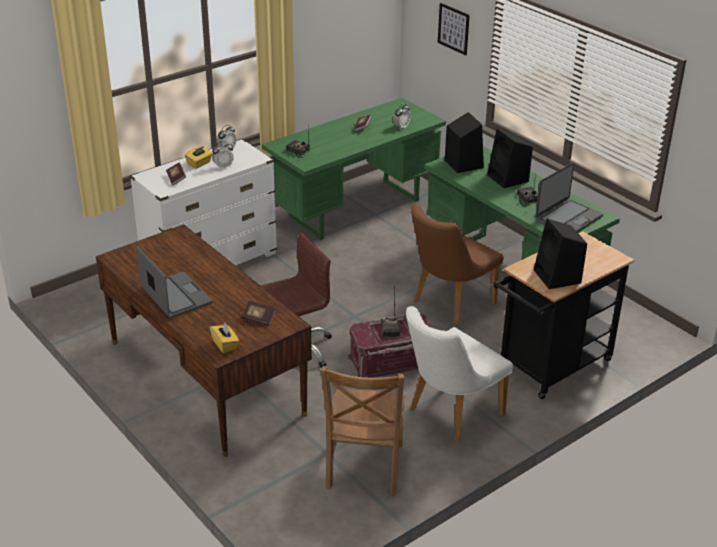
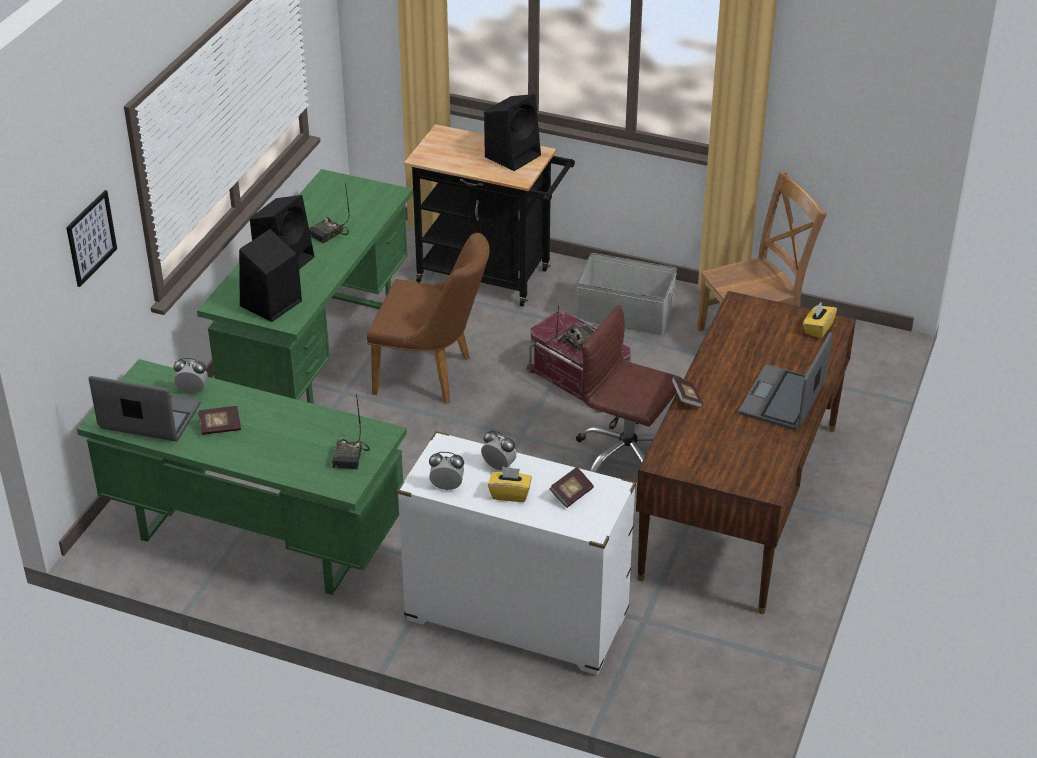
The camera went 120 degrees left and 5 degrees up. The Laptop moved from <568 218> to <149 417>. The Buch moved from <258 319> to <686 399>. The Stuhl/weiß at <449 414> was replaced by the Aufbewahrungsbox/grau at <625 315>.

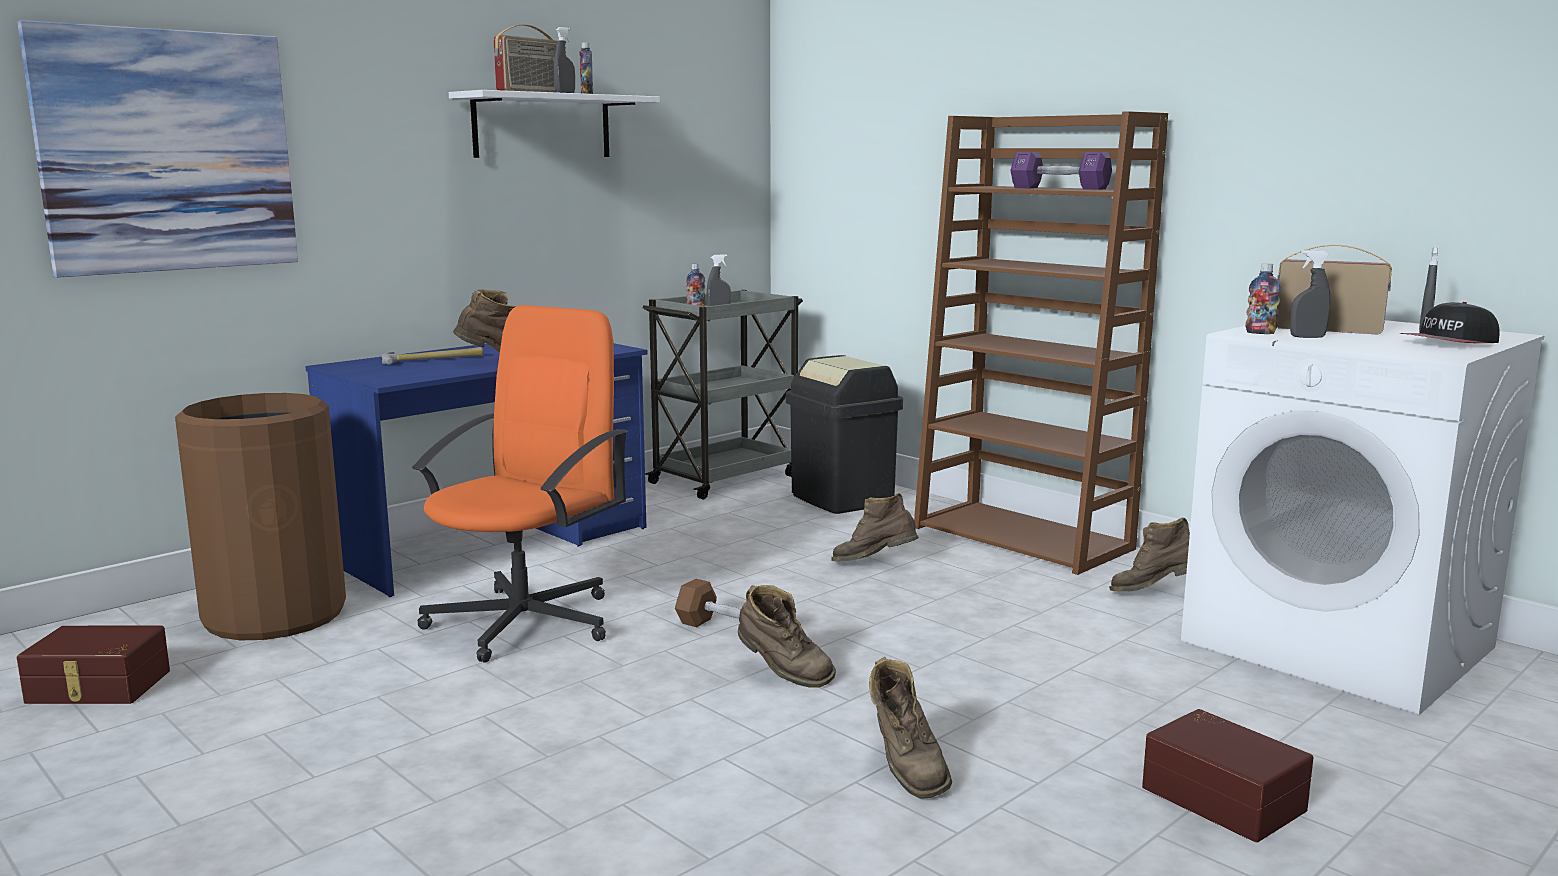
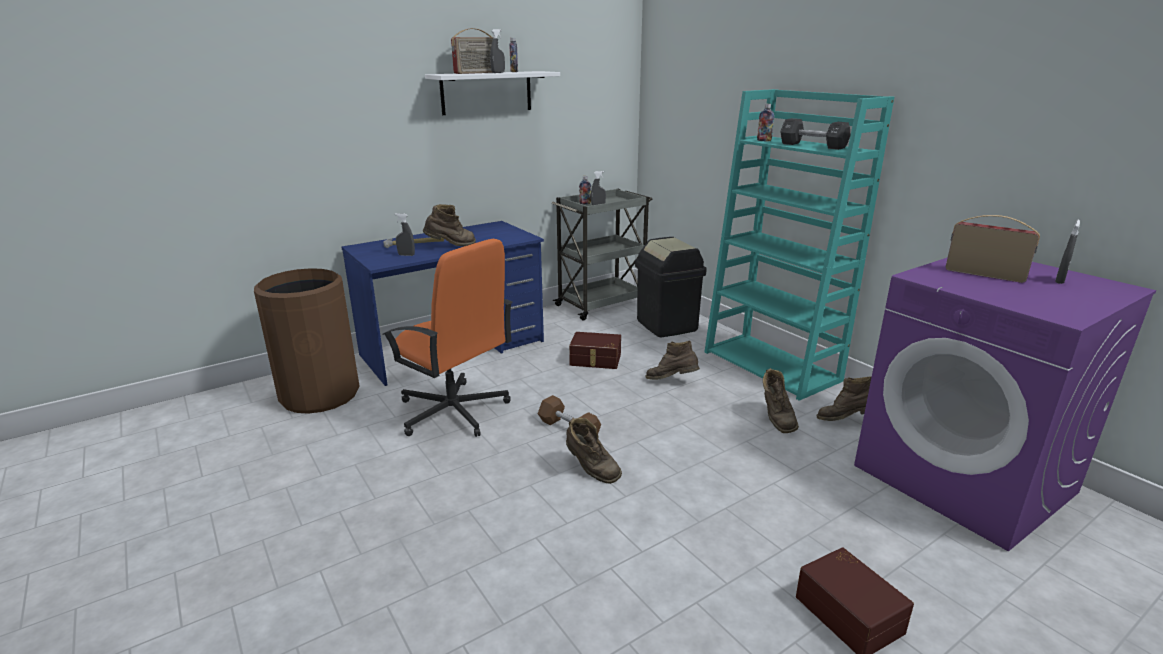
The camera went 10 degrees right and 10 degrees up. The Bild at <167 151> disappeared. The Bücherregal/braun at <1024 538> became the Bücherregal/türkis at <772 366>. The Hantel/lila at <1059 188> became the Hantel/schwarz at <812 146>. The Sprühflasche/grau moved from <1307 337> to <406 255>. The Flasche moved from <1260 333> to <764 140>. The Kappe at <1449 343> disappeared. The Bürostuhl/orange at <525 622> turned 90 degrees clockwise. The Waschmaschine/weiß at <1339 644> became the Waschmaschine/lila at <964 479>. The Aufbewahrungsbox/braun moved from <97 688> to <595 360>. The Stiefel/braun moved from <906 770> to <776 419>.

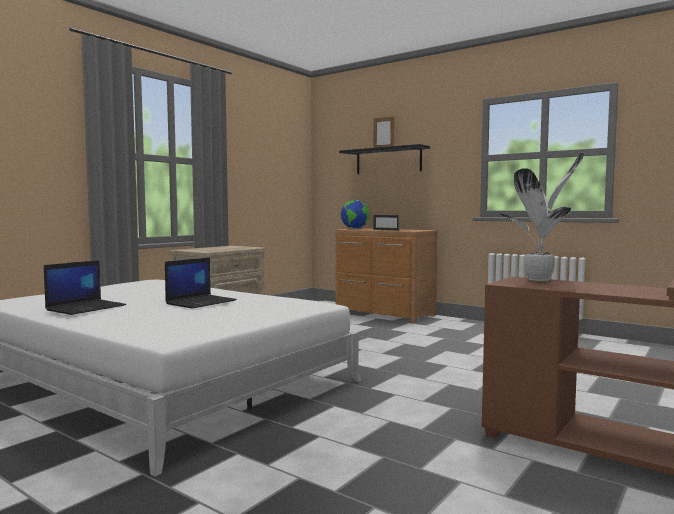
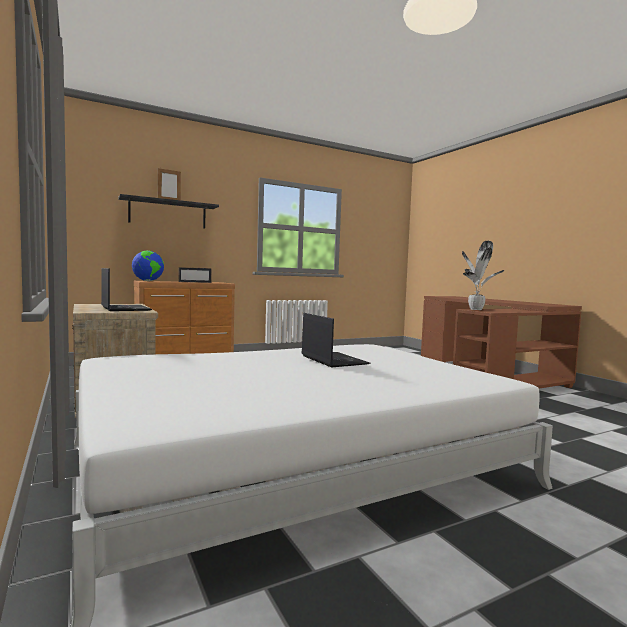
The camera went 65 degrees left and 0 degrees up. The Laptop moved from <86 307> to <124 308>.

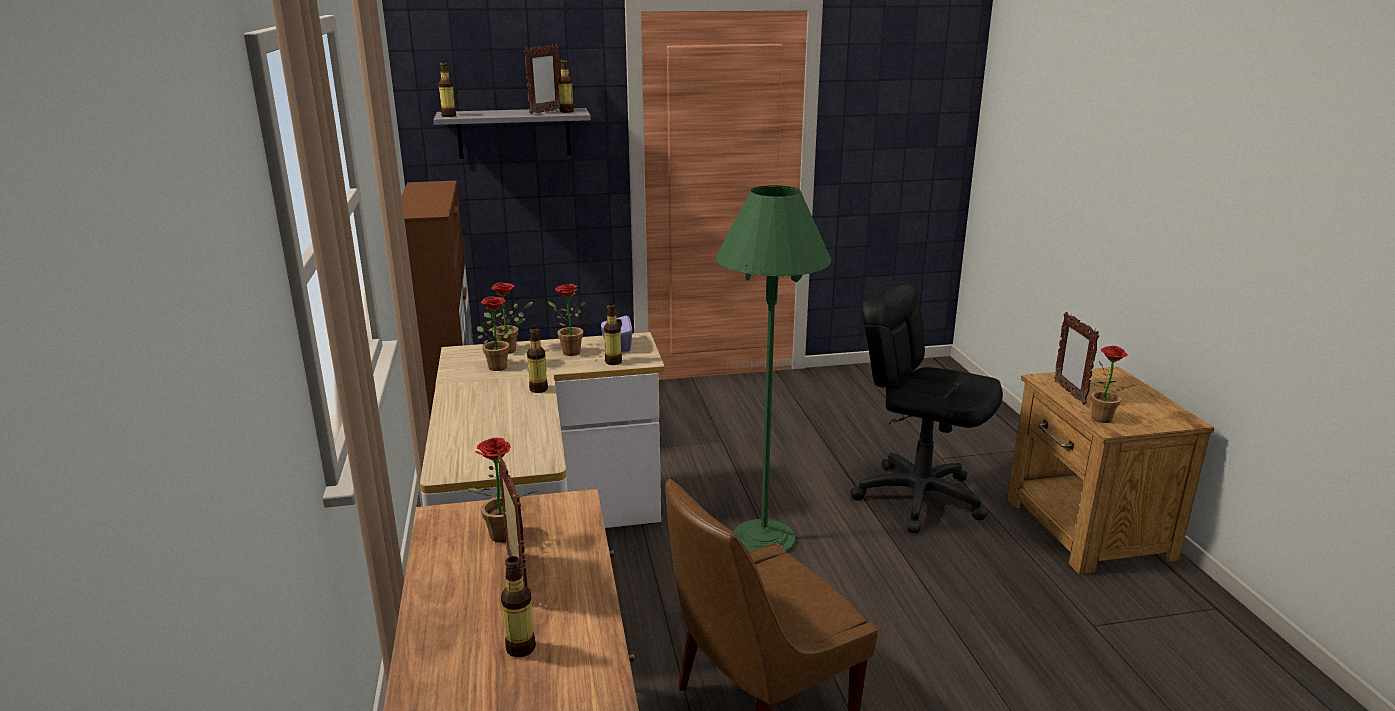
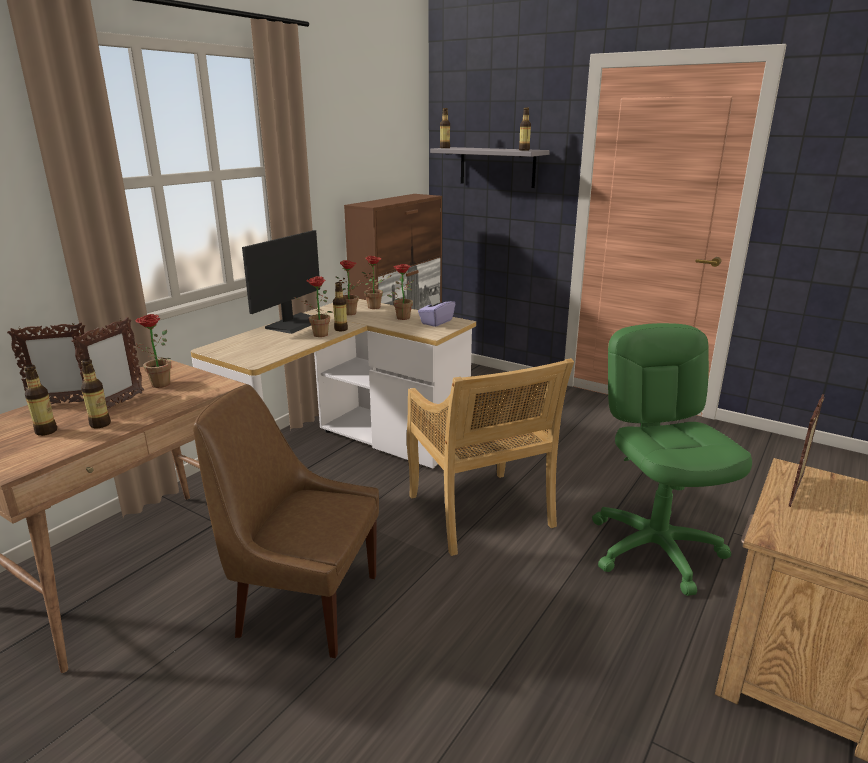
The camera went 45 degrees right and 0 degrees up. The Bilderrahmen moved from <545 112> to <65 403>. The Stehlampe/grün at <764 540> was replaced by the Stuhl/beige at <480 513>. The Bürostuhl/schwarz at <918 498> became the Bürostuhl/grün at <655 549>. The Flasche moved from <613 362> to <100 424>. The Topfpflanze moved from <1102 420> to <317 335>. The Monitor at <295 323> appeared.

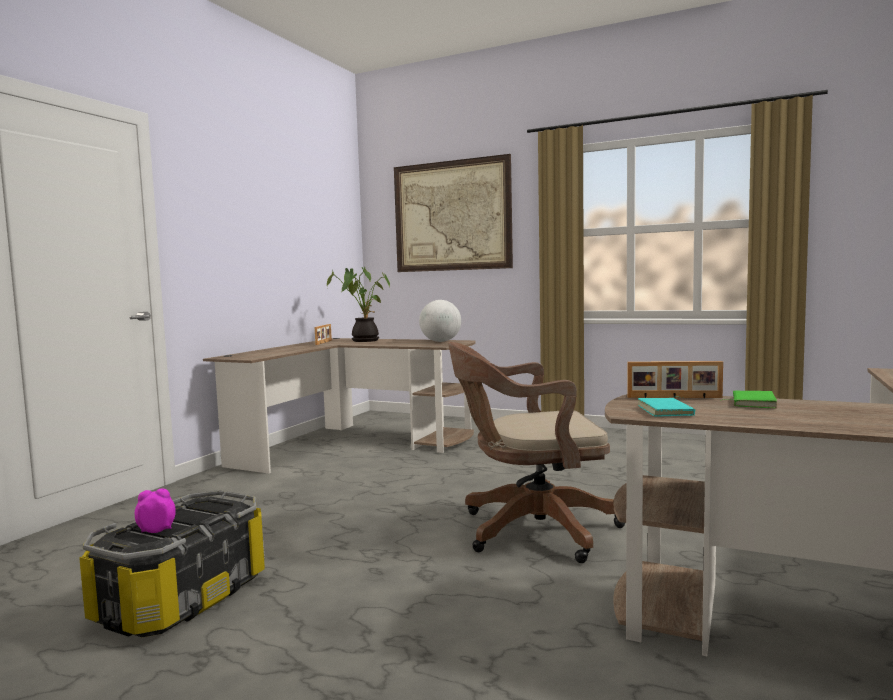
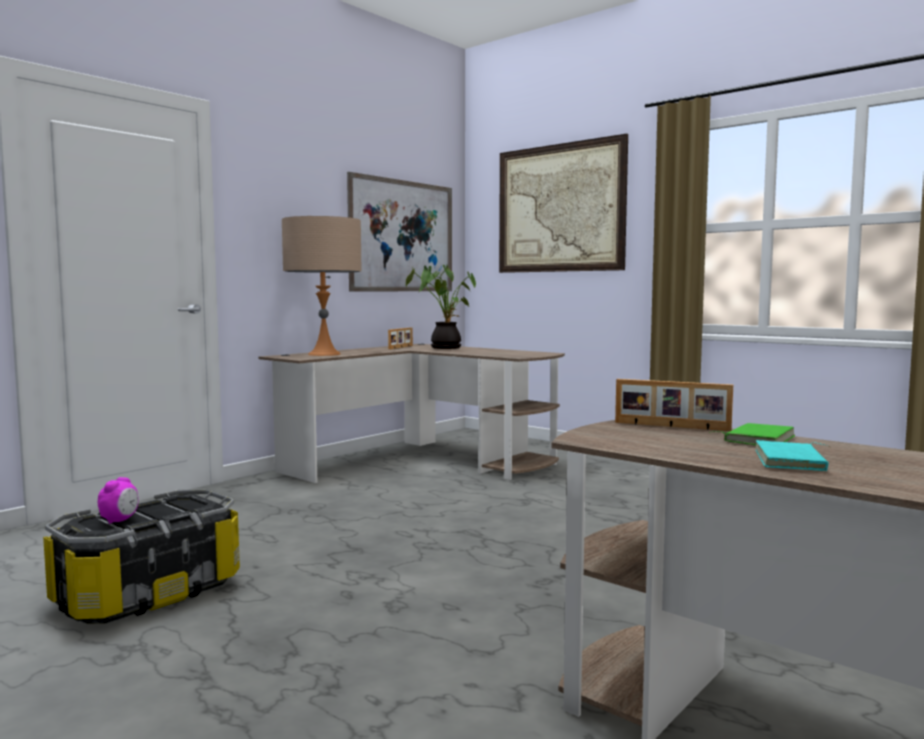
The camera went 15 degrees right and 0 degrees up. The Globus at <441 341> disappeared. The Bürostuhl/braun at <530 530> disappeared. The Buch/türkis moved from <667 411> to <792 461>. The Wecker at <156 530> turned 105 degrees clockwise. The Bild at <402 236> appeared. The Tischlampe/beige at <324 354> appeared.

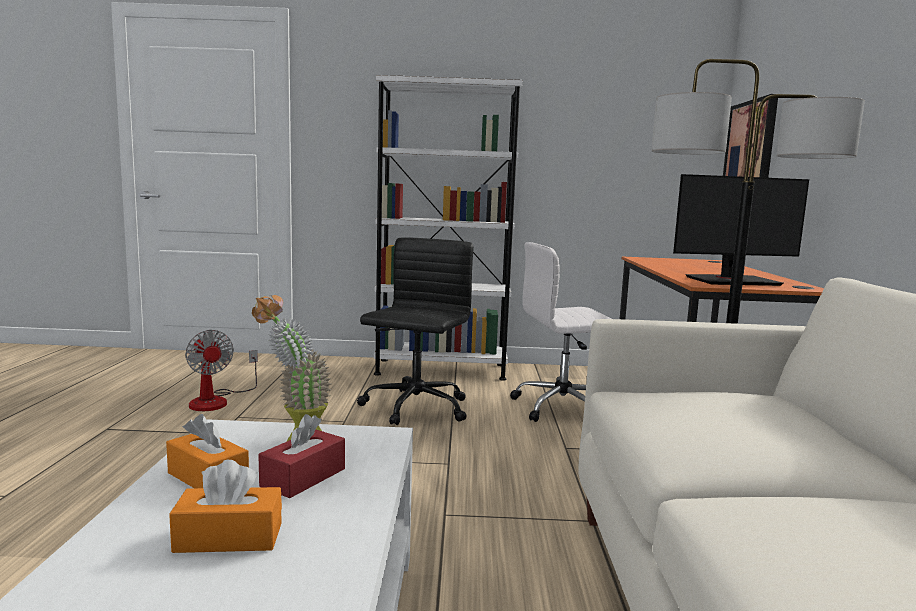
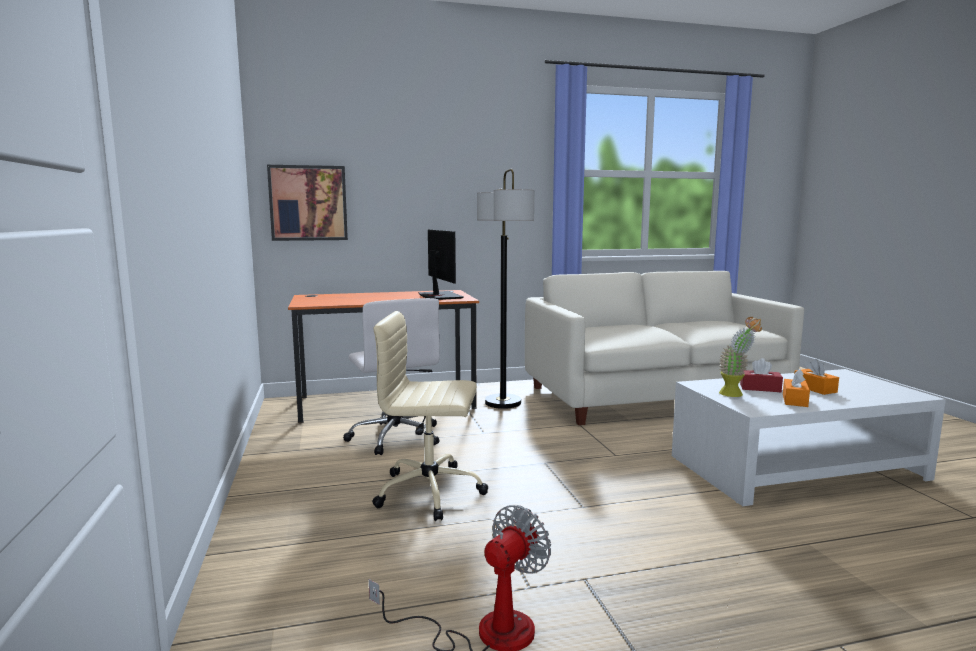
The camera went 105 degrees left and 0 degrees up. The Bücherregal/weiß at <441 369> disappeared. The Bürostuhl/schwarz at <414 408> became the Bürostuhl/beige at <432 492>.

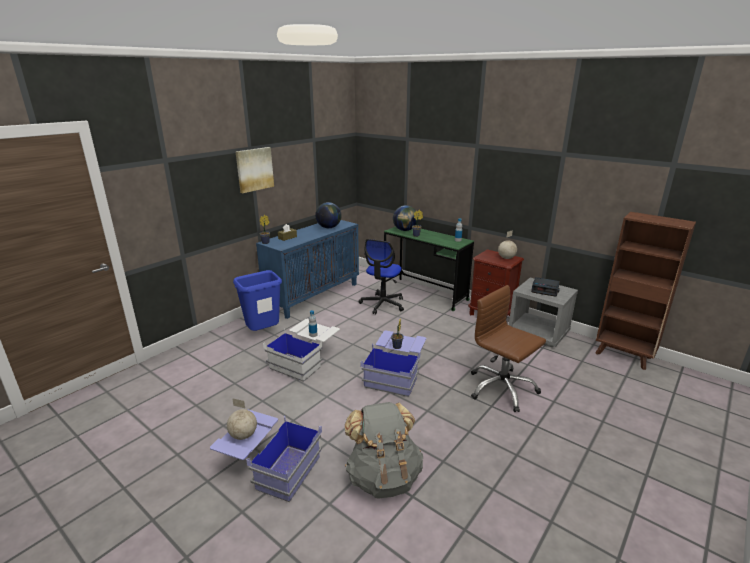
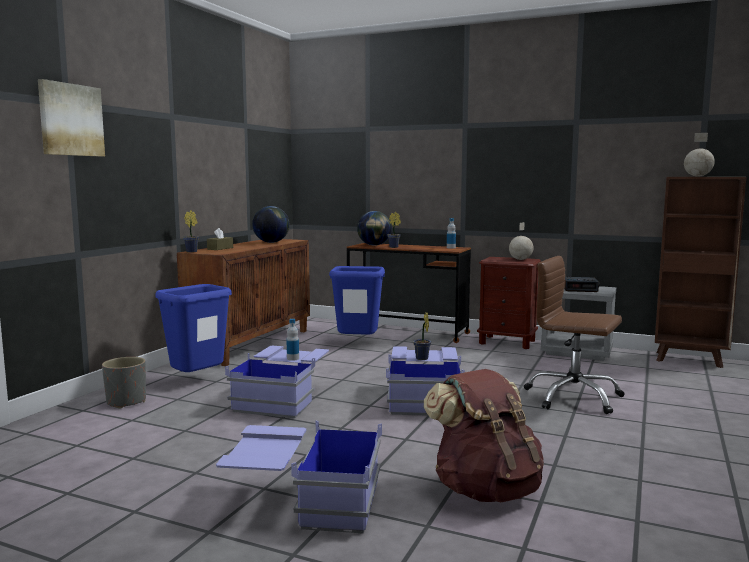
The camera went 15 degrees left and 15 degrees down. The Bild moved from <254 169> to <70 120>. The Schrank/blau at <314 296> became the Schrank/braun at <251 344>. The Schreibtisch/grün at <425 294> became the Schreibtisch/braun at <407 332>. The Bürostuhl at <382 304> was replaced by the Mülleimer/blau at <357 344>. The Aufbewahrungsbox/weiß at <305 360> became the Aufbewahrungsbox/blau at <282 399>. The Globus moved from <243 435> to <697 176>. The Rucksack/grau at <383 477> became the Rucksack/braun at <485 490>. The Pflanzkübel/grau at <126 402> appeared.

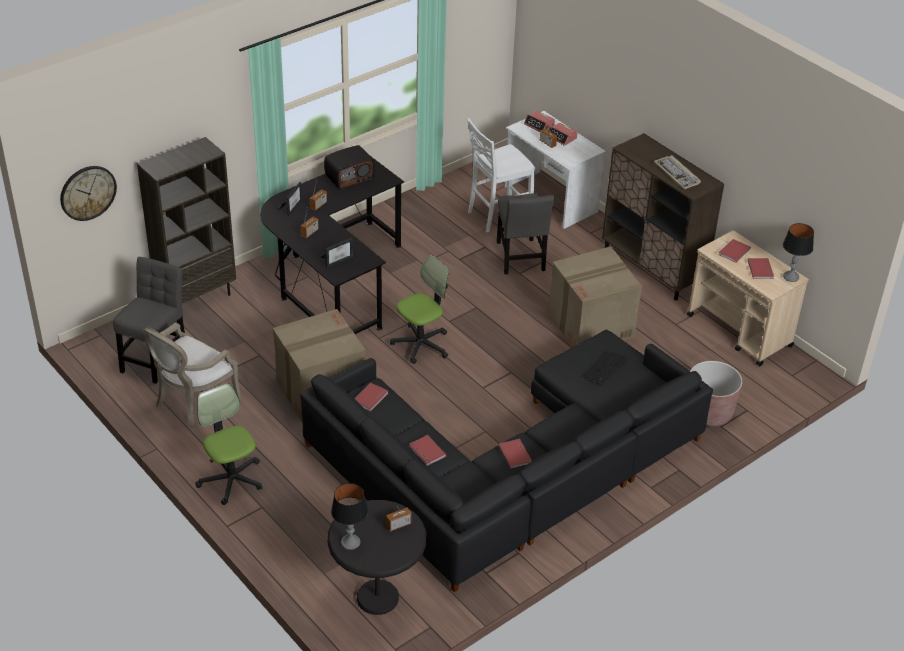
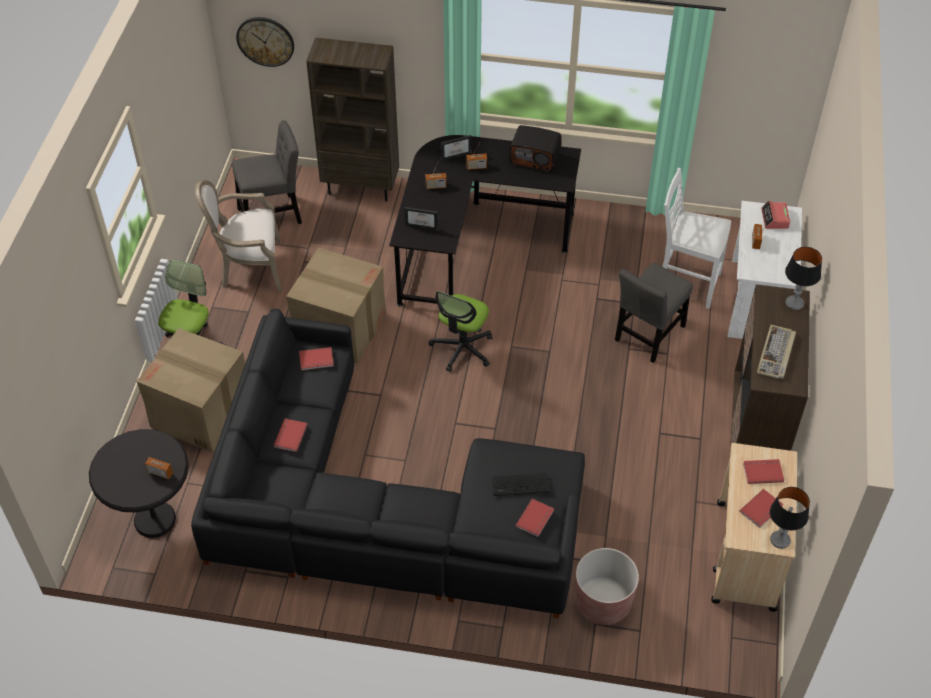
The camera went 50 degrees right and 10 degrees up. The Wecker at <561 137> disappeared. The Karton moved from <591 324> to <202 413>. The Bürostuhl at <421 344> turned 105 degrees clockwise. The Buch/rot moved from <516 454> to <536 519>. The Tischlampe moved from <350 542> to <794 303>.

